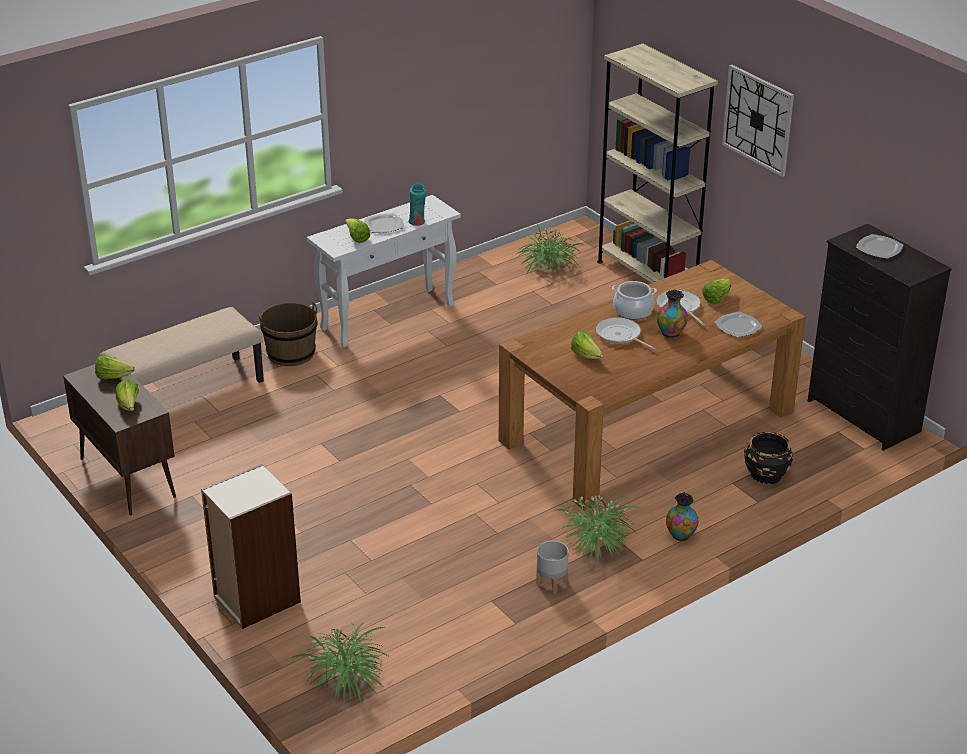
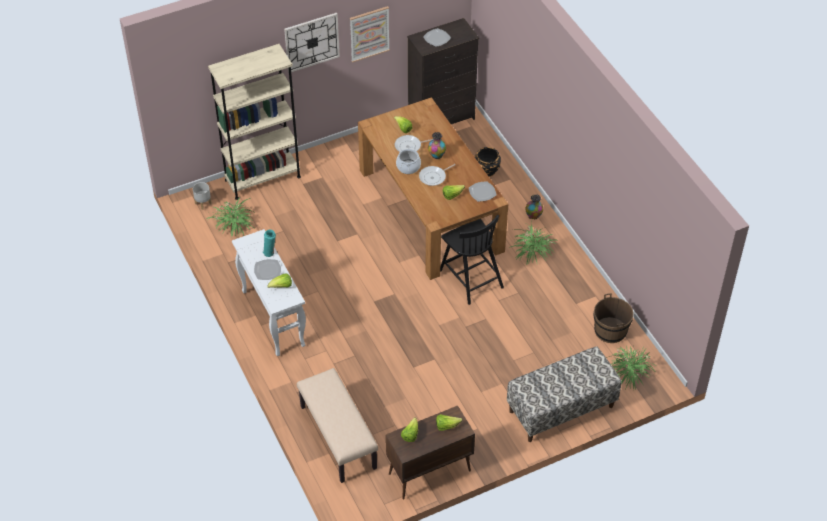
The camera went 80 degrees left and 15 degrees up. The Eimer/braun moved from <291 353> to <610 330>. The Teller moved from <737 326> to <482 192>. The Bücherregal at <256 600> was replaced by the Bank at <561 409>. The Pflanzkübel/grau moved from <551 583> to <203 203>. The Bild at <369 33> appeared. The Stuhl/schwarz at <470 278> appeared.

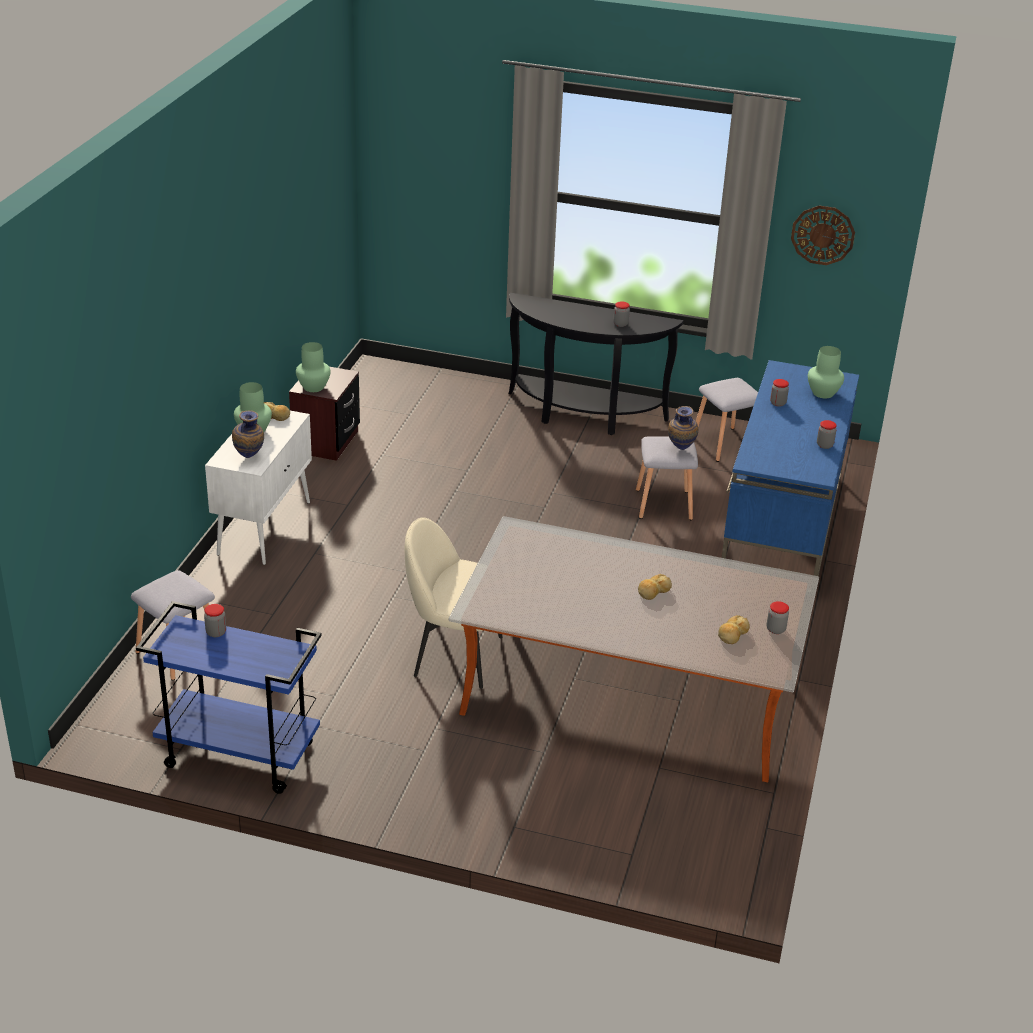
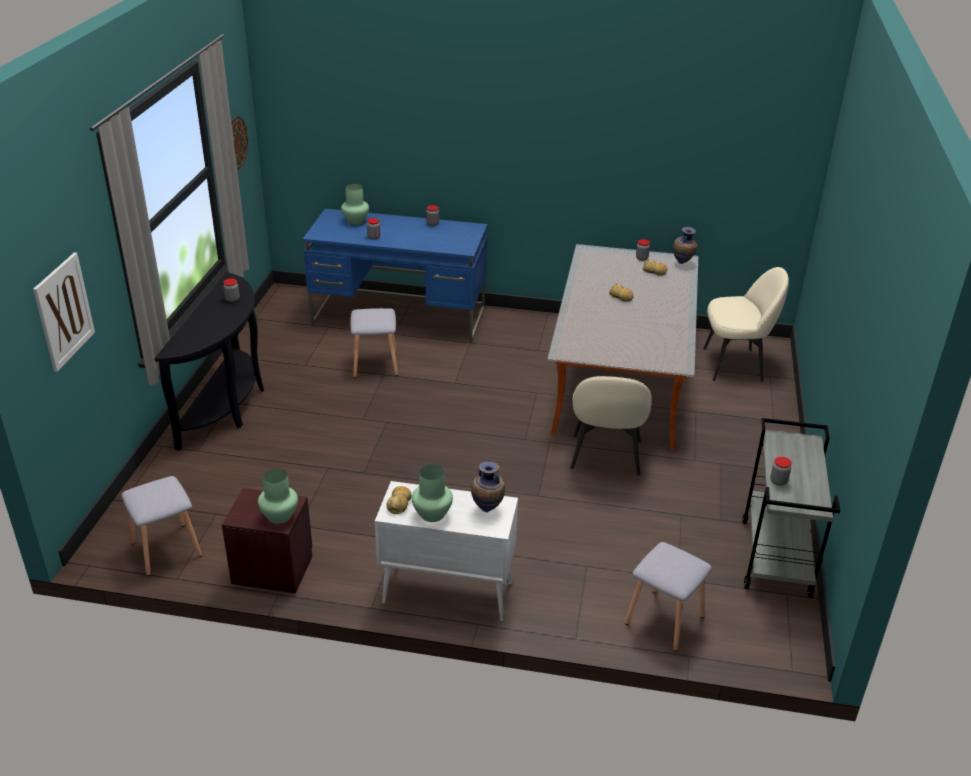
The camera went 95 degrees left and 0 degrees up. The Hocker/grau moved from <725 444> to <165 549>. The Vase moved from <680 450> to <682 264>. The Rollwagen/blau at <237 755> became the Rollwagen/grau at <776 558>. The Bild at <64 311> appeared. The Stuhl/beige at <735 364> appeared.

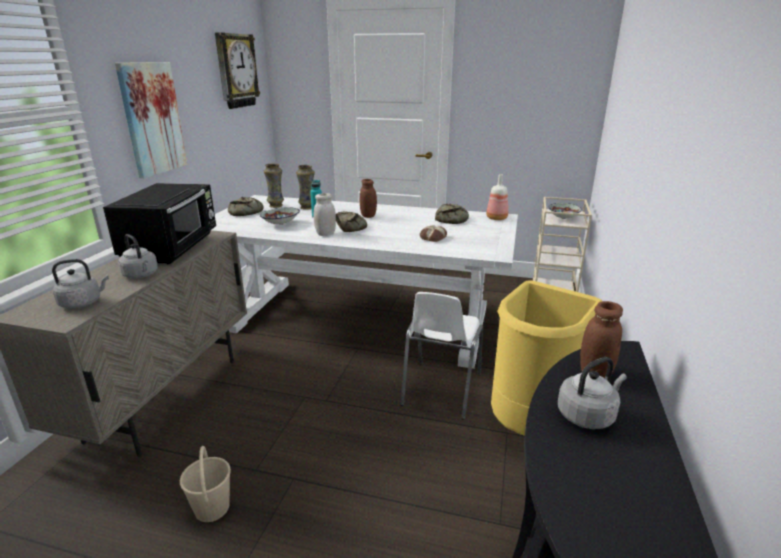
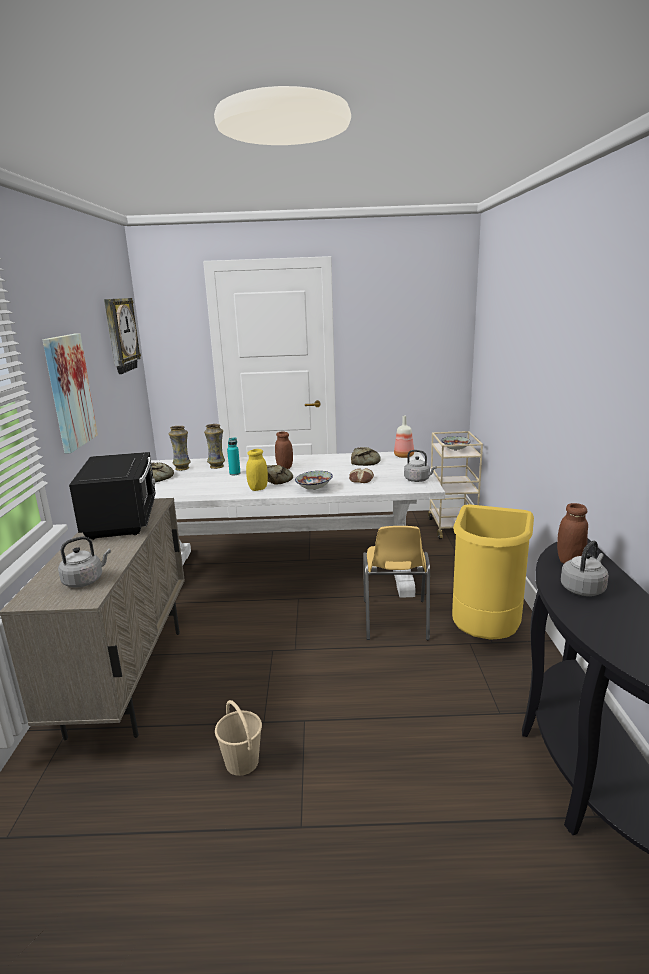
The camera went 15 degrees left and 5 degrees down. The Vorratsglas/weiß at <325 234> became the Vorratsglas/gelb at <258 488>. The Schüssel moved from <281 224> to <314 489>. The Wasserkessel/grau moved from <141 275> to <418 480>. The Stuhl/weiß at <440 390> became the Stuhl/gelb at <395 620>.

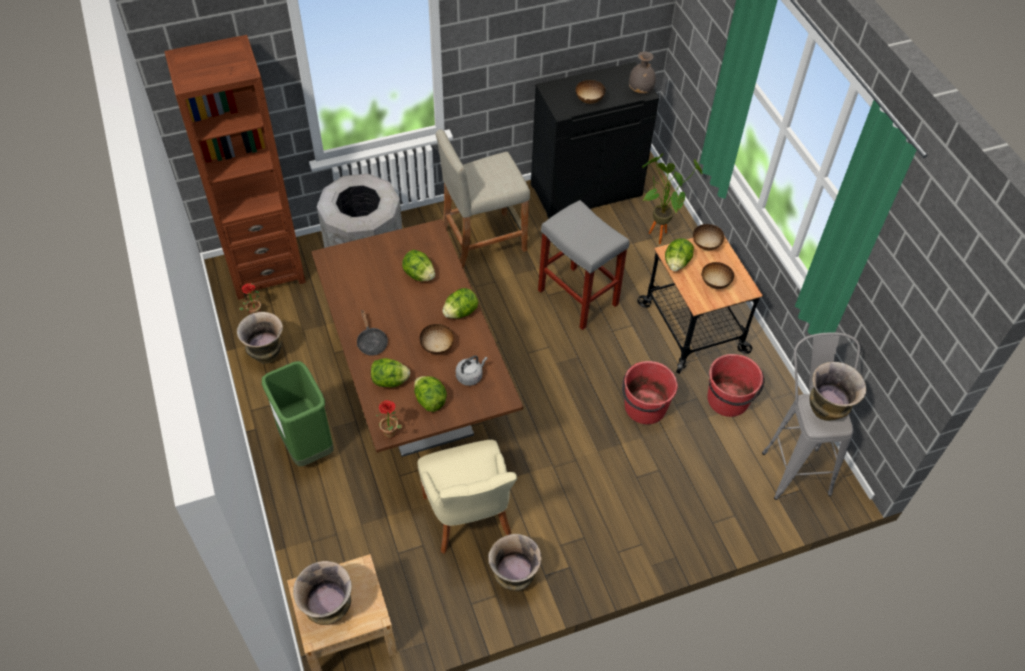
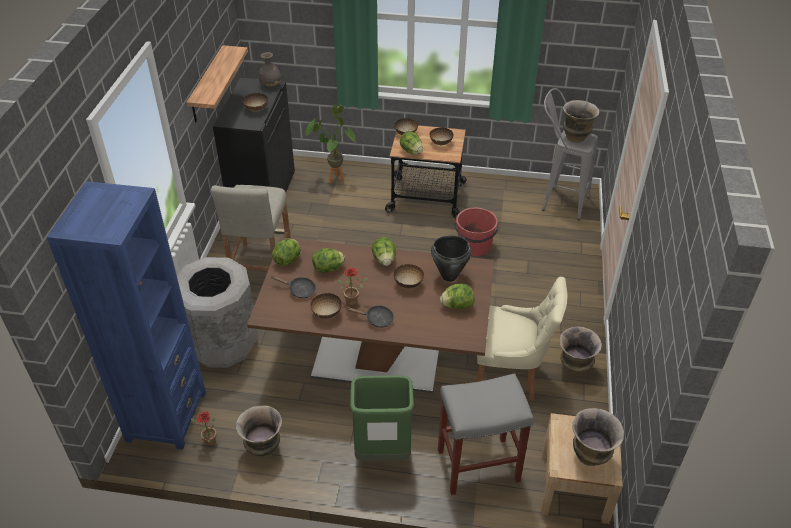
The camera went 60 degrees left and 10 degrees down. The Bücherregal/braun at <266 270> became the Bücherregal/blau at <166 416>. The Hocker/grau moved from <576 297> to <477 466>. The Eimer/rot at <728 400> disappeared. The Wasserkessel/grau at <470 376> was replaced by the Kochtopf/schwarz at <449 276>. The Salatkopf moved from <390 381> to <288 260>. The Topfpflanze moved from <392 434> to <353 300>. The Wandregal at <207 85> appeared. The Pfanne/schwarz at <299 290> appeared. The Schüssel at <326 313> appeared.

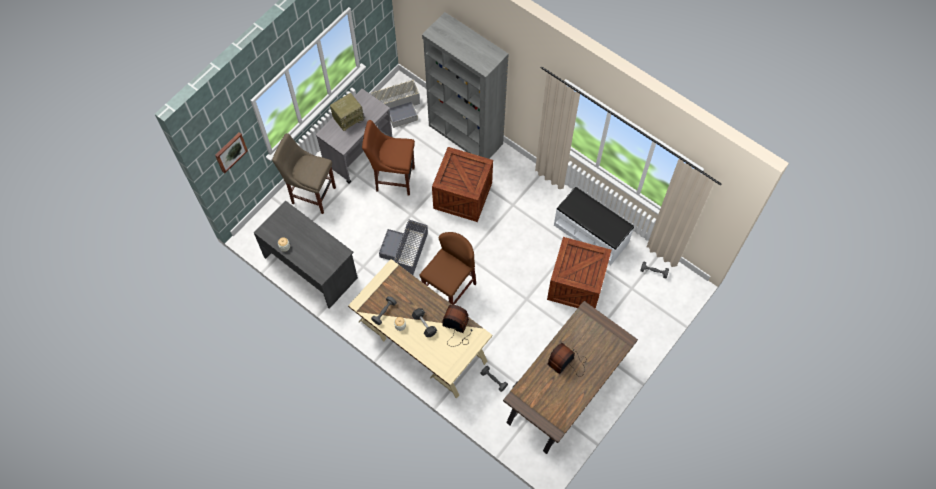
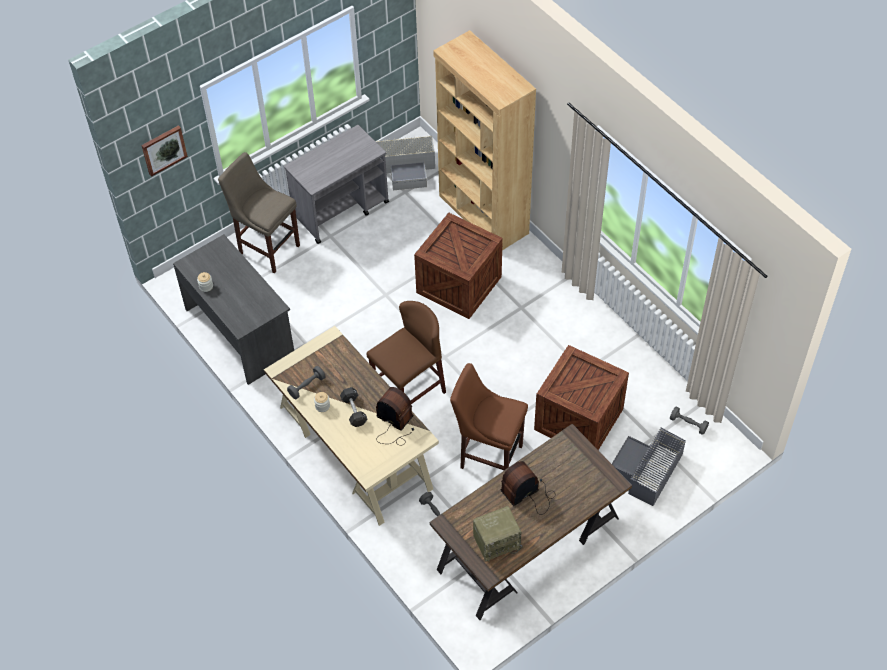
The camera went 15 degrees right and 10 degrees down. The Bücherregal/grau at <465 135> became the Bücherregal/braun at <483 215>. The Radio moved from <348 118> to <497 542>. The Hocker/braun moved from <393 179> to <488 455>. The Bank/weiß at <591 234> disappeared. The Aufbewahrungsbox/grau moved from <405 251> to <647 471>.

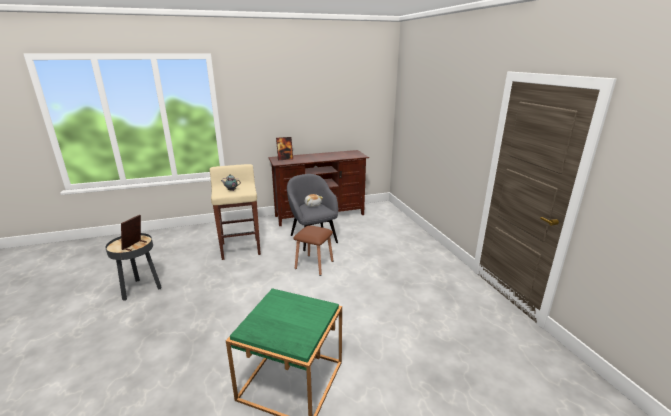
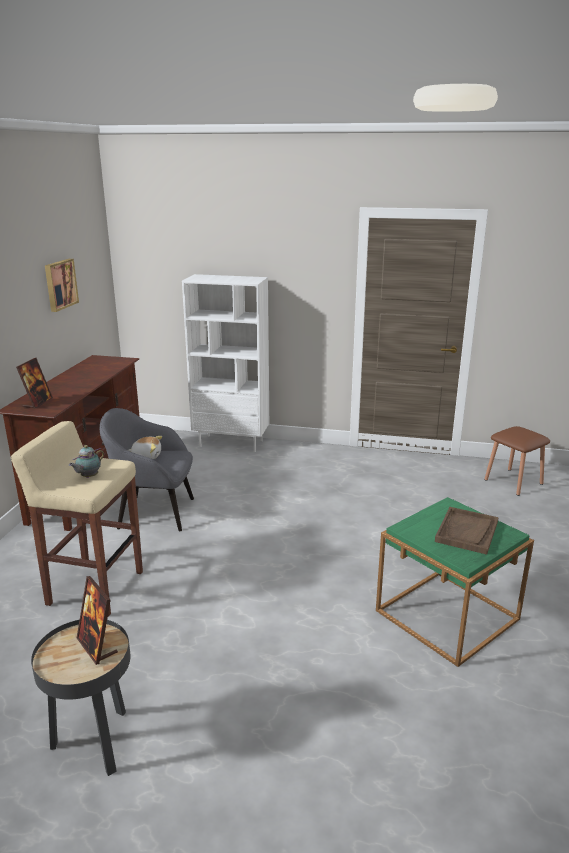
The camera went 60 degrees left and 0 degrees up. The Hocker/braun moved from <314 264> to <513 481>. The Bild at <60 284> appeared. The Bücherregal/weiß at <232 443> appeared. The Tablett/braun at <467 532> appeared.

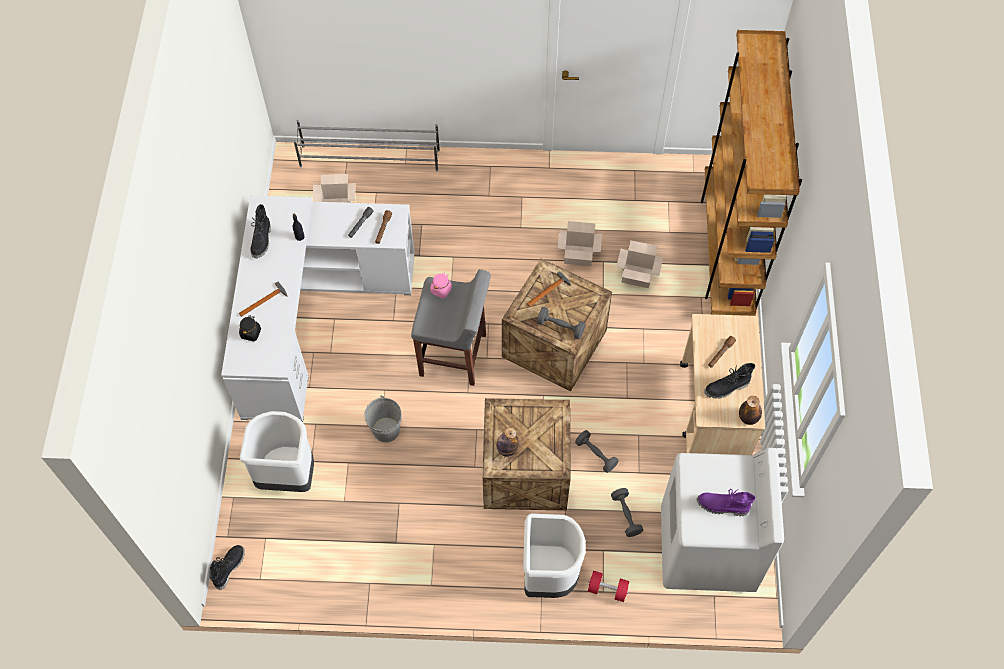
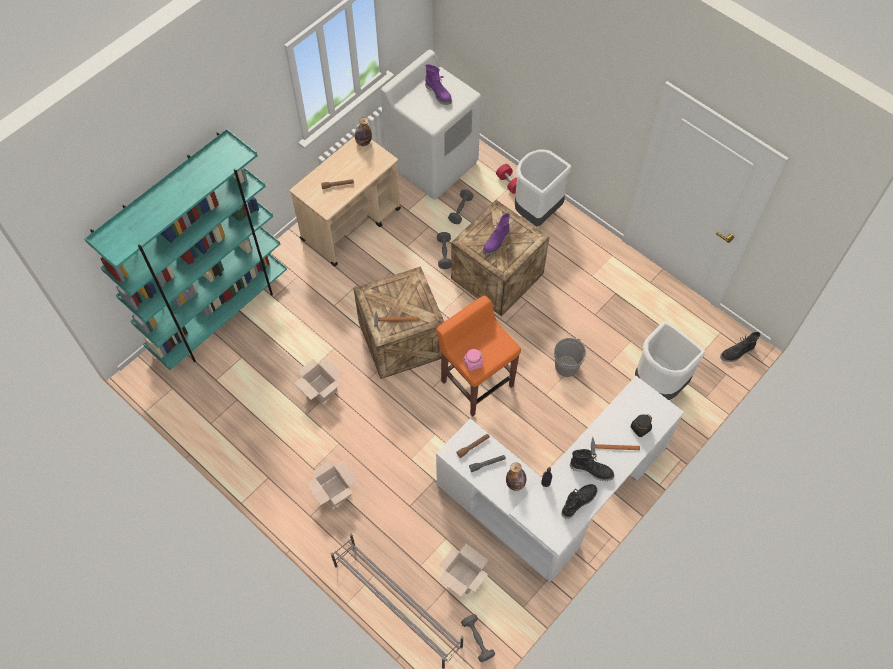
The camera went 140 degrees left and 0 degrees up. The Bücherregal/braun at <726 250> became the Bücherregal/türkis at <220 314>. The Karton moved from <638 275> to <333 491>. The Hocker/grau at <454 355> became the Hocker/orange at <476 382>. The Hantel/grau moved from <560 327> to <477 639>. The Stiefel/schwarz moved from <727 388> to <591 470>. The Flasche moved from <507 449> to <515 483>. The Stiefel/lila at <496 242> appeared.

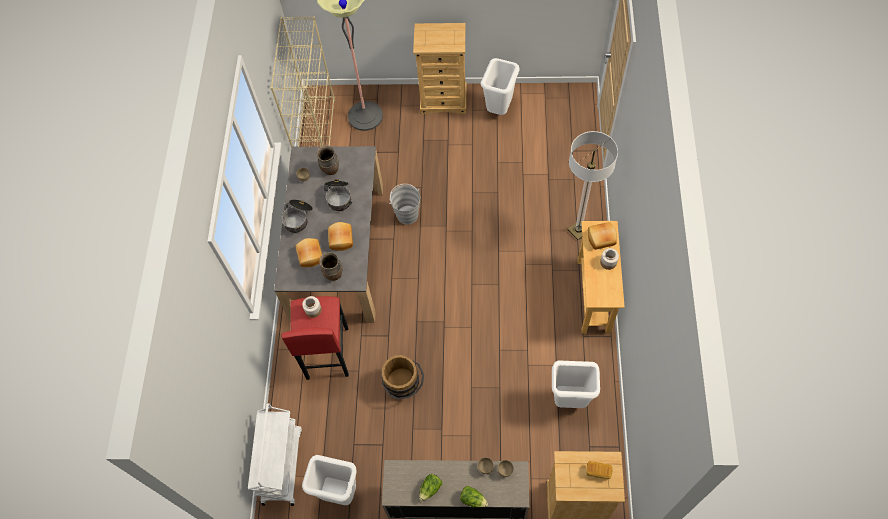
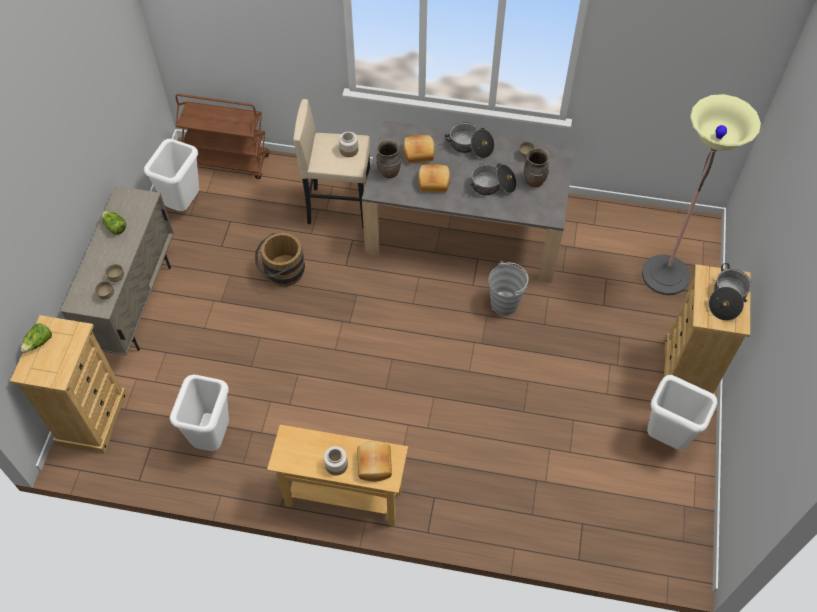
The camera went 95 degrees right and 5 degrees down. The Bücherregal/beige at <316 132> disappeared. The Stehlampe at <578 230> disappeared. The Hocker/rot at <326 353> became the Hocker/beige at <339 207>. The Rollwagen/weiß at <282 465> became the Rollwagen/braun at <228 161>. The Brot at <598 471> disappeared. The Salatkopf moved from <473 499> to <39 343>. The Kochtopf at <726 299> appeared.

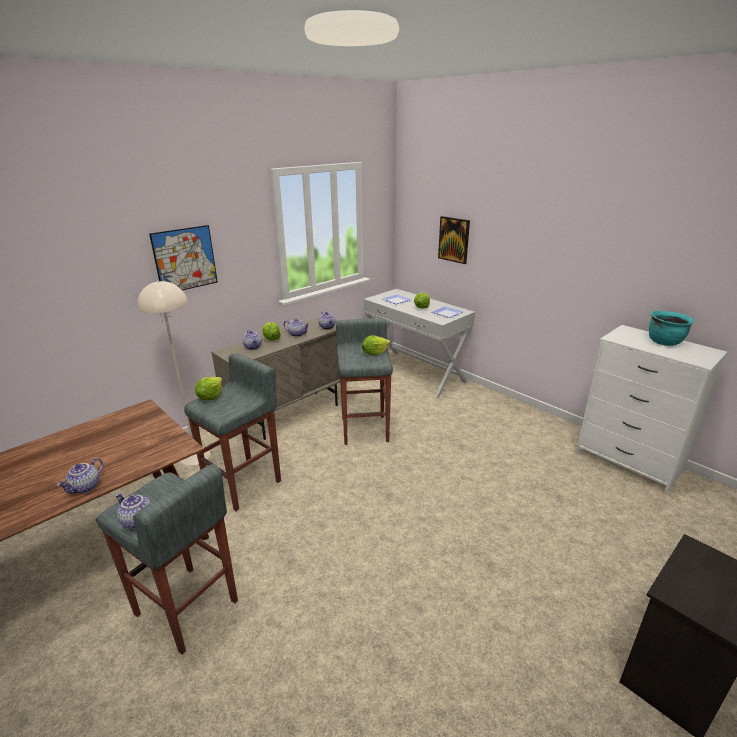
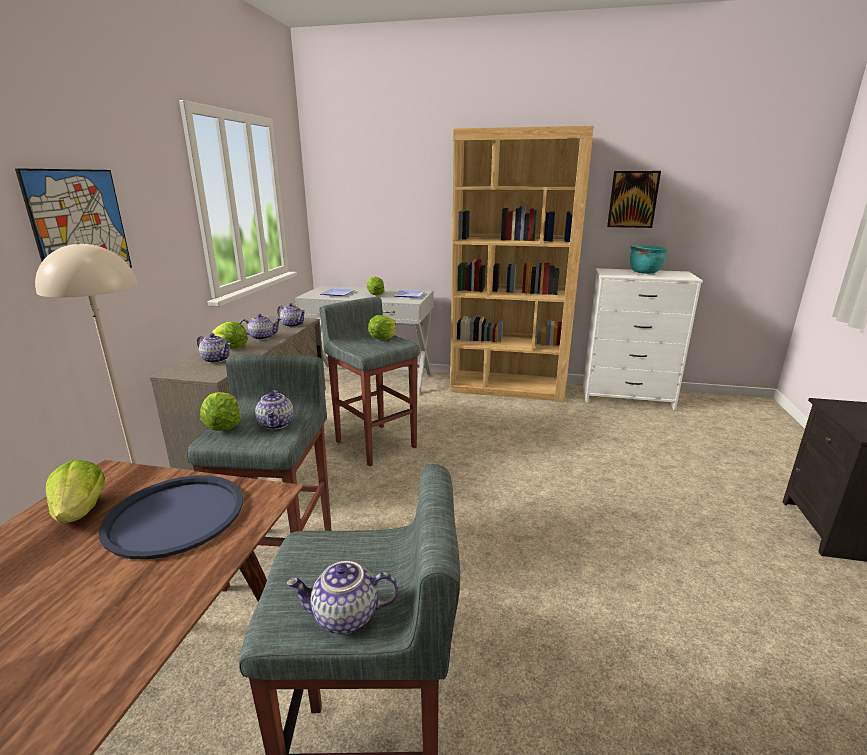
The camera went 35 degrees left and 5 degrees down. The Bild moved from <454 239> to <633 199>. The Teekanne moved from <86 487> to <277 424>. The Bücherregal/braun at <508 388> appeared. The Salatkopf at <81 511> appeared. The Tablett/blau at <175 516> appeared.

